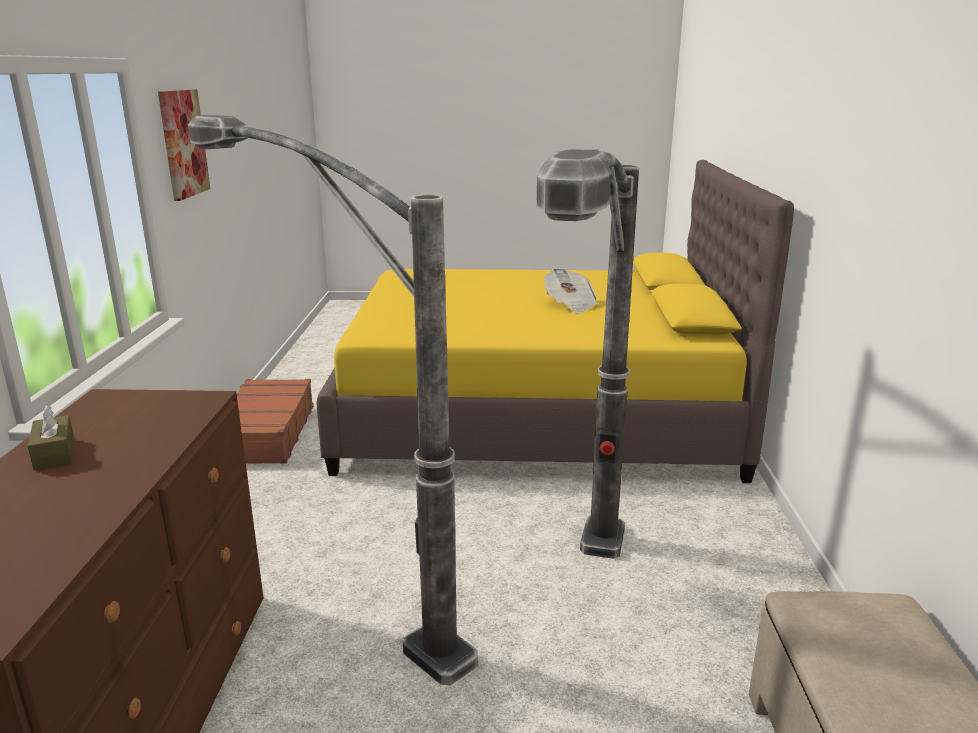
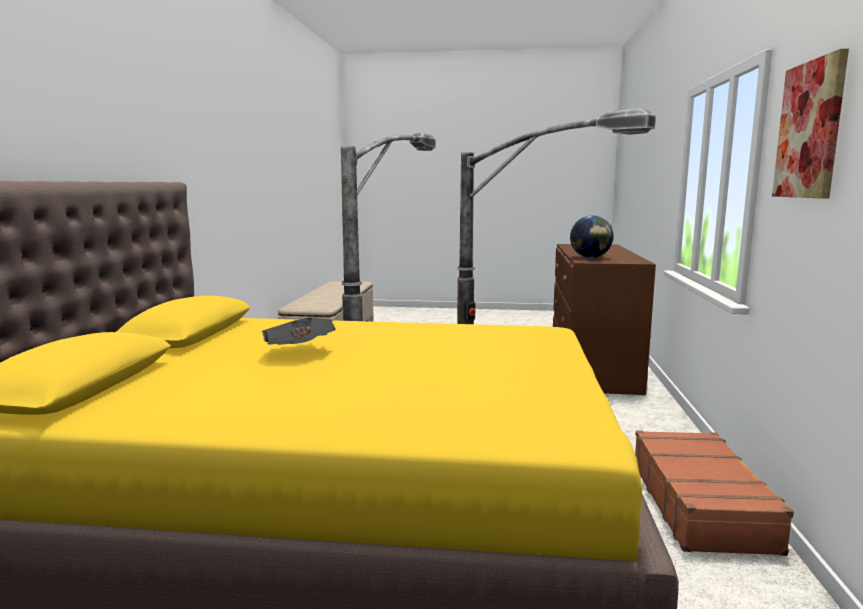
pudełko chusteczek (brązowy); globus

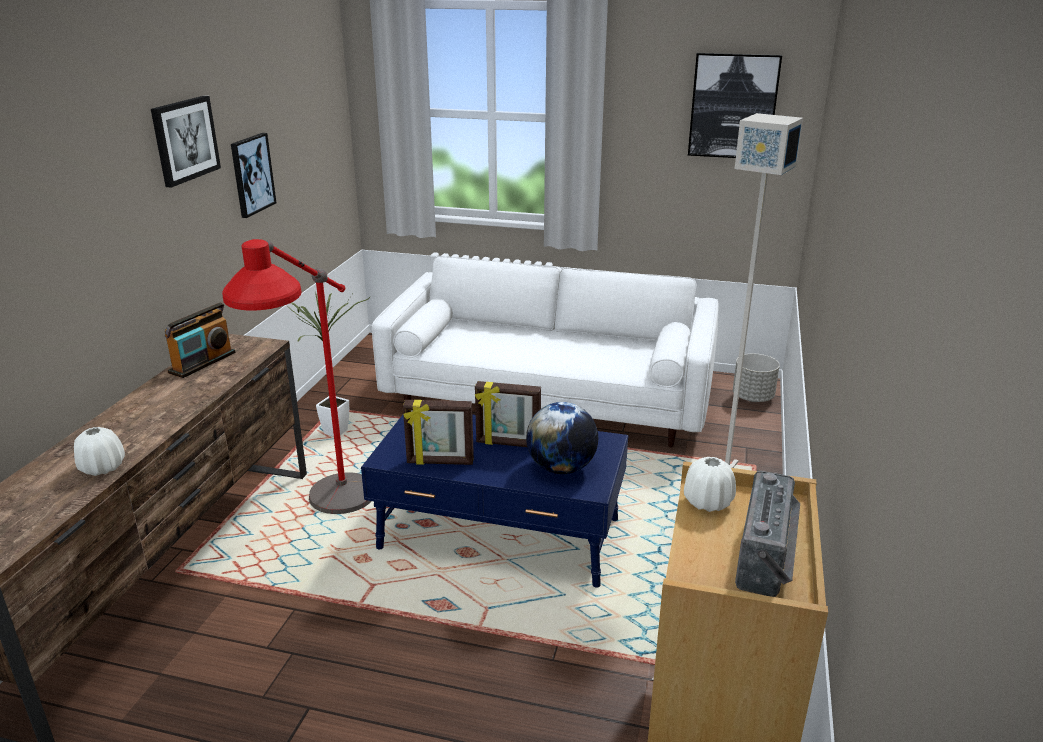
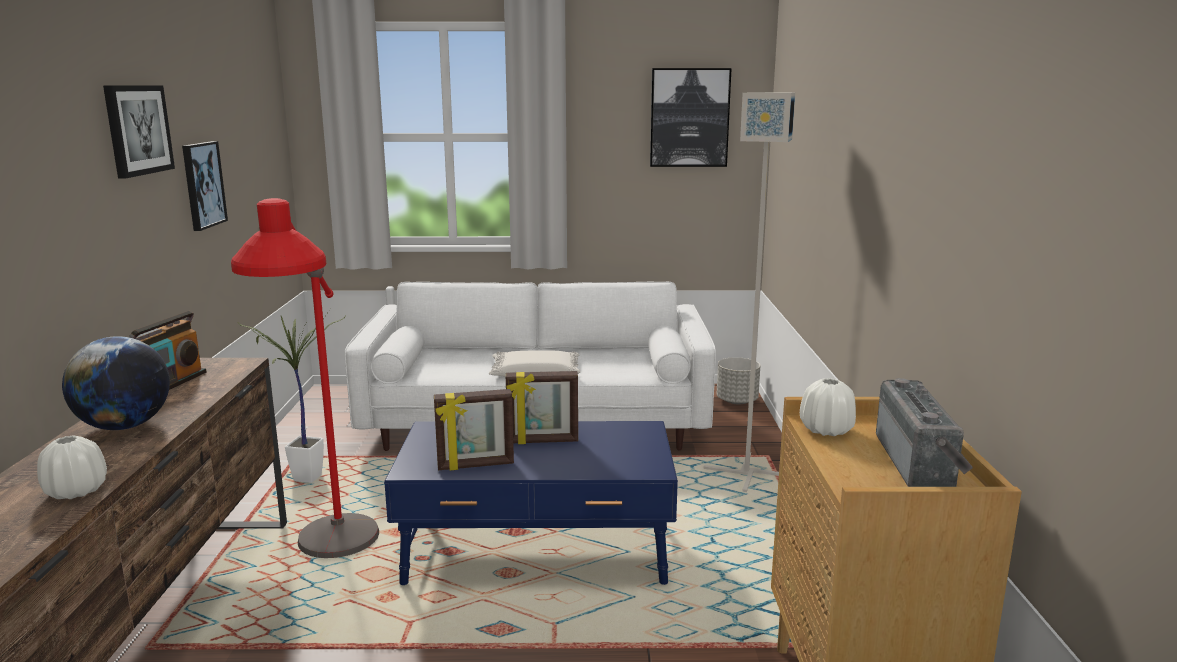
globus; poduszka (biały)

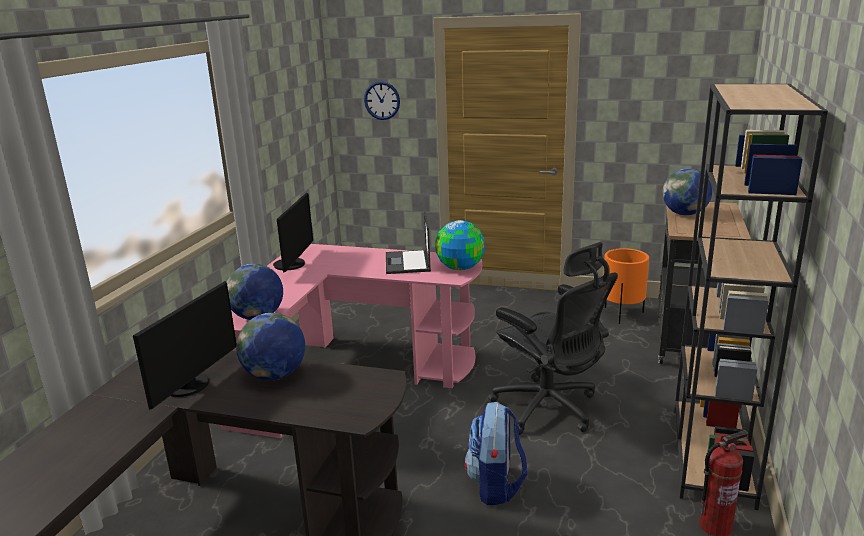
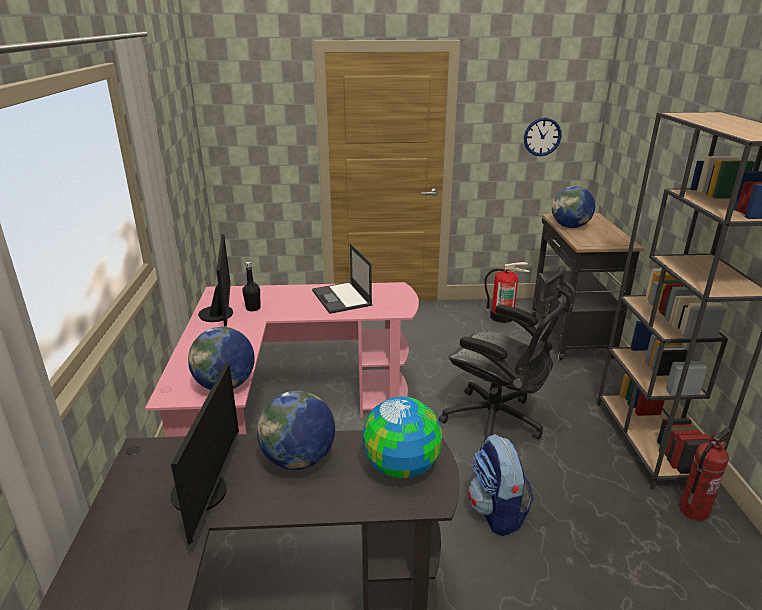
zegar ścienny; globus (3rd from left); gaśnica (1st from left); butelka (czarny)

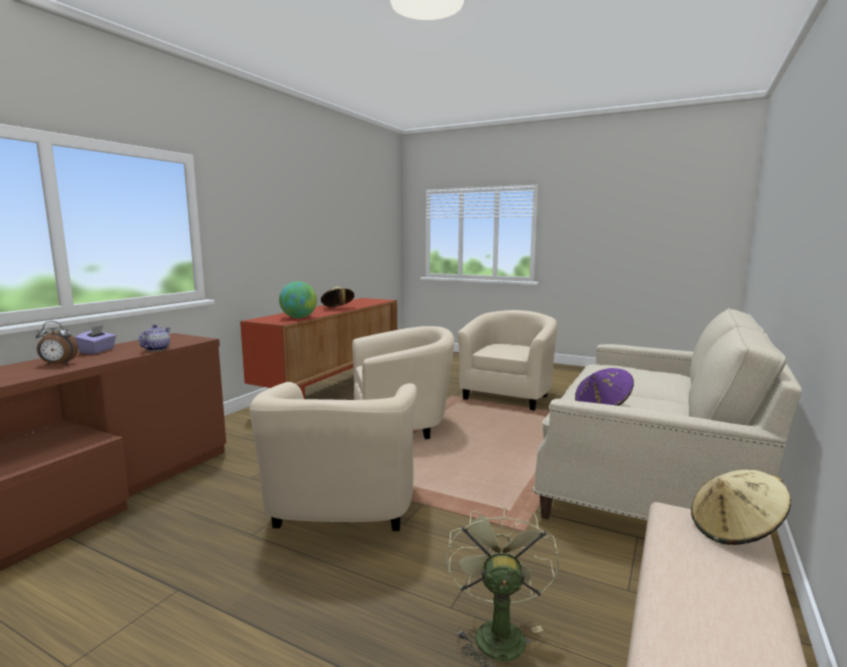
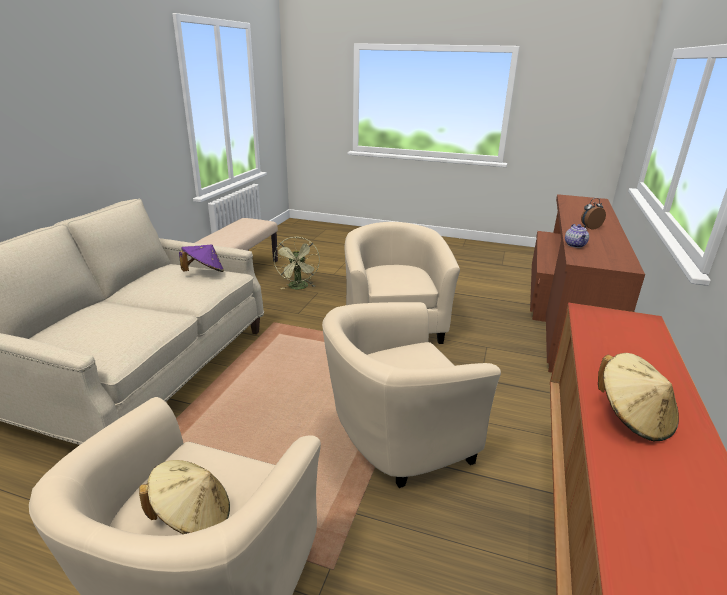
pudełko chusteczek (fioletowy); globus; kapelusz (beżowy) (1st from left)

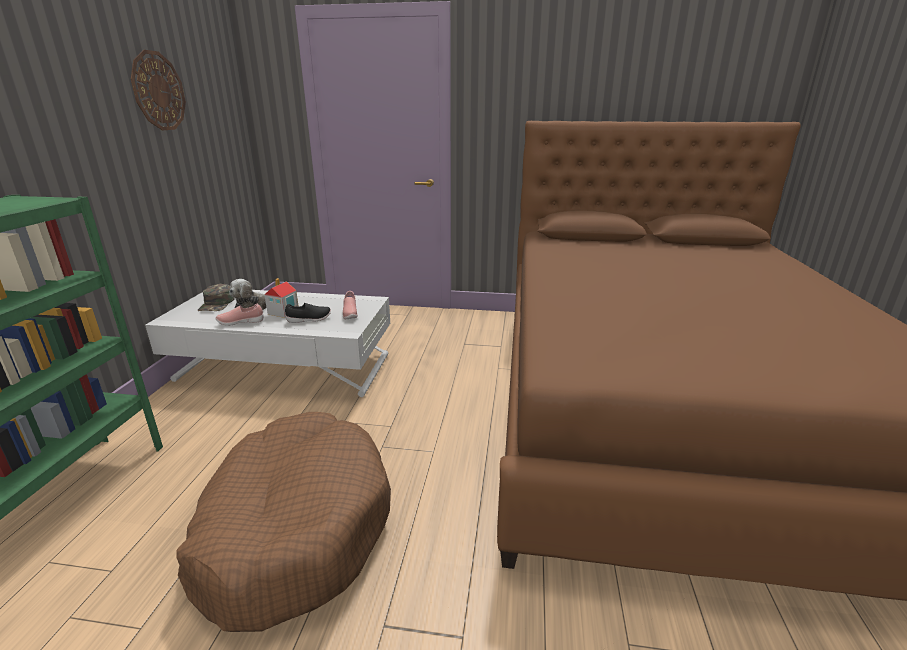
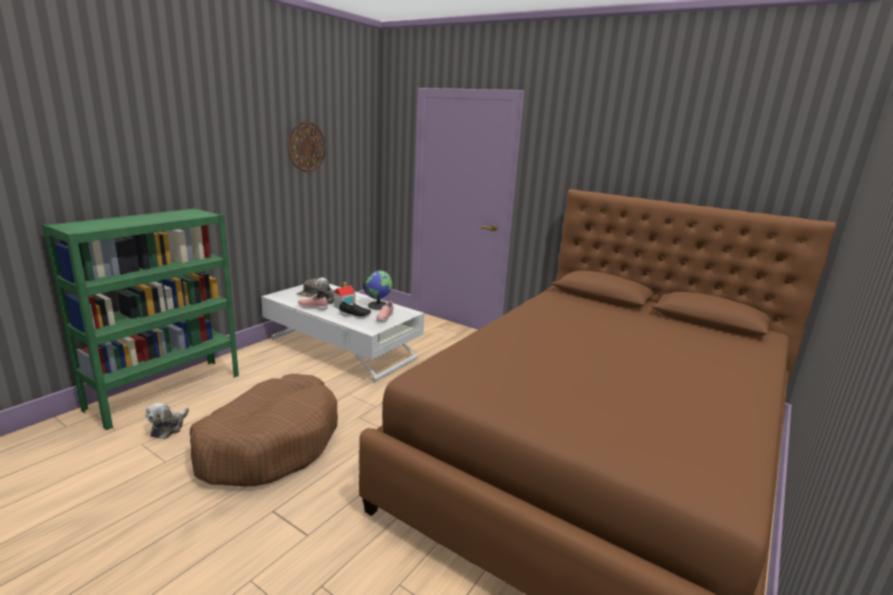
pluszak (1st from left); globus

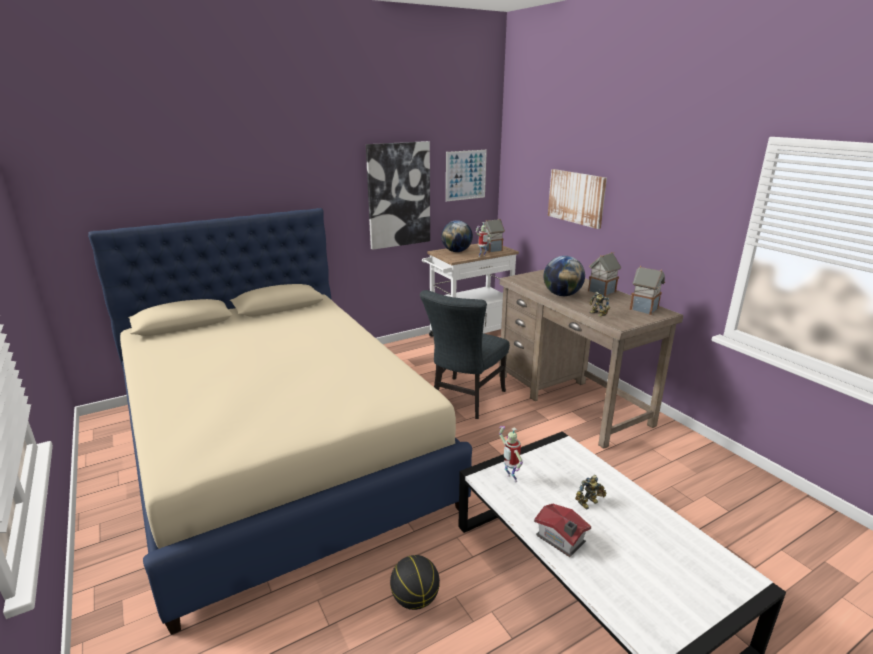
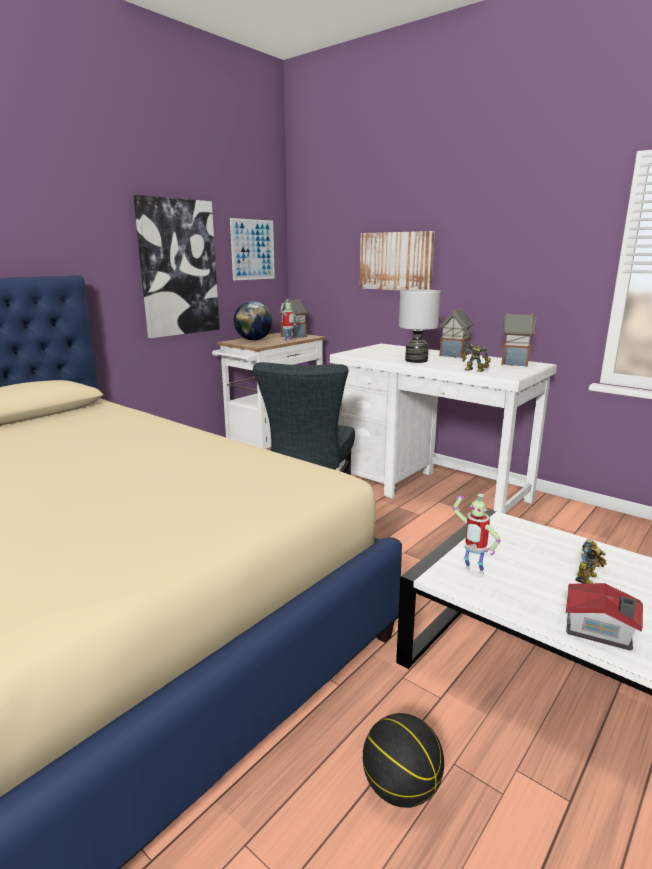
biurko (biały); lampa stołowa (szary)

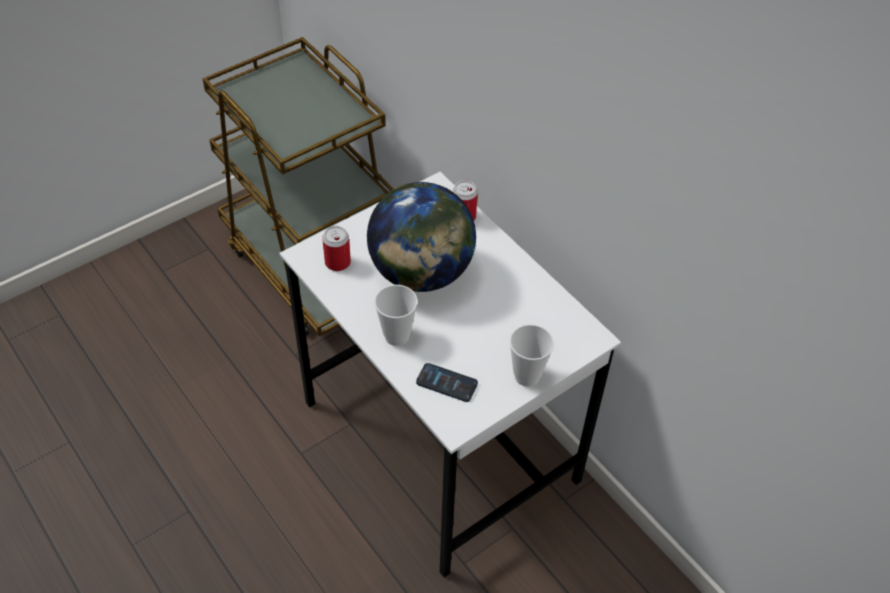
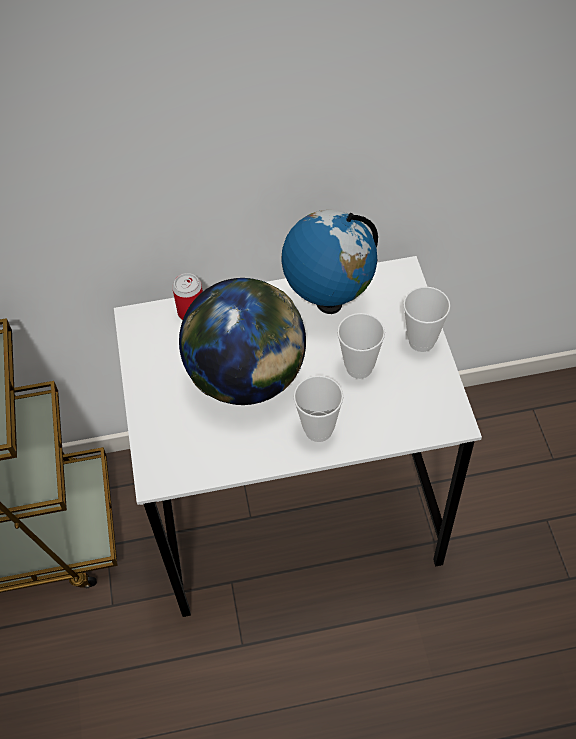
puszka (1st from left in the first image); telefon; globus (2nd from left); filiżanka (2nd from left)

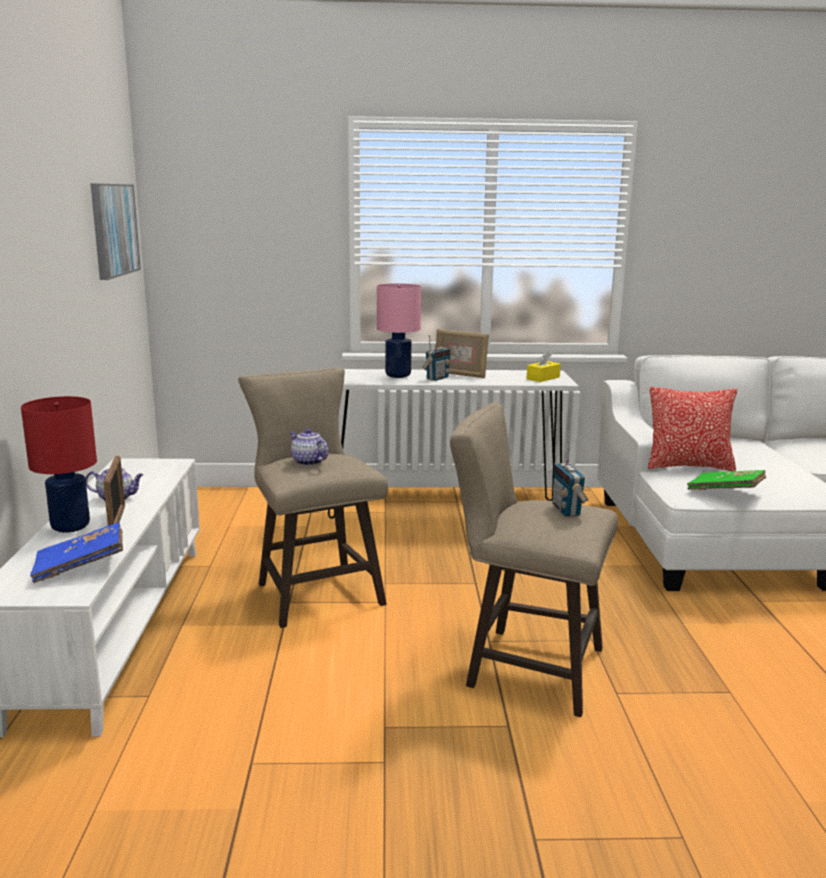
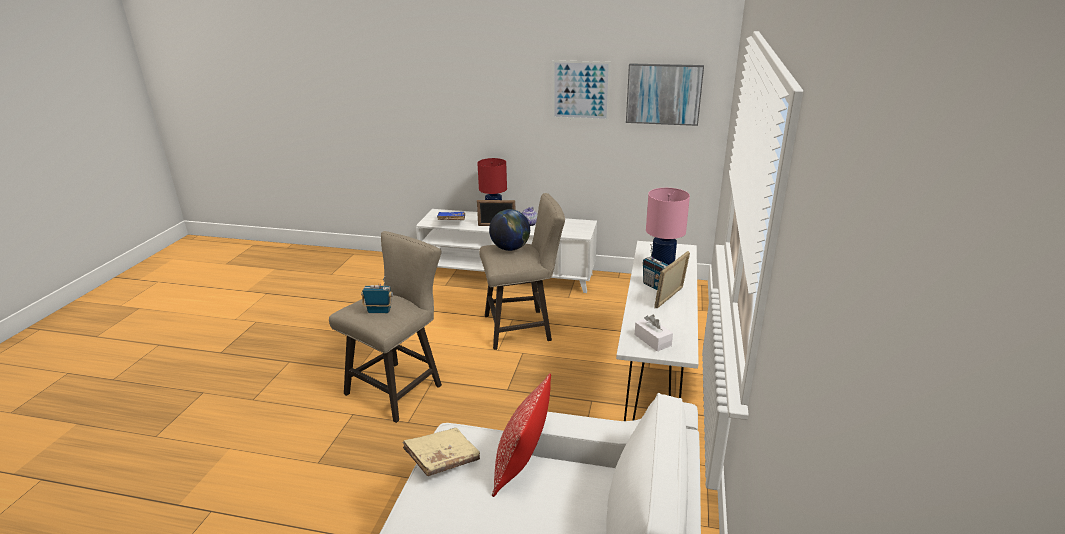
globus; pudełko chusteczek (biały); książka (beżowy); obraz (1st from left)

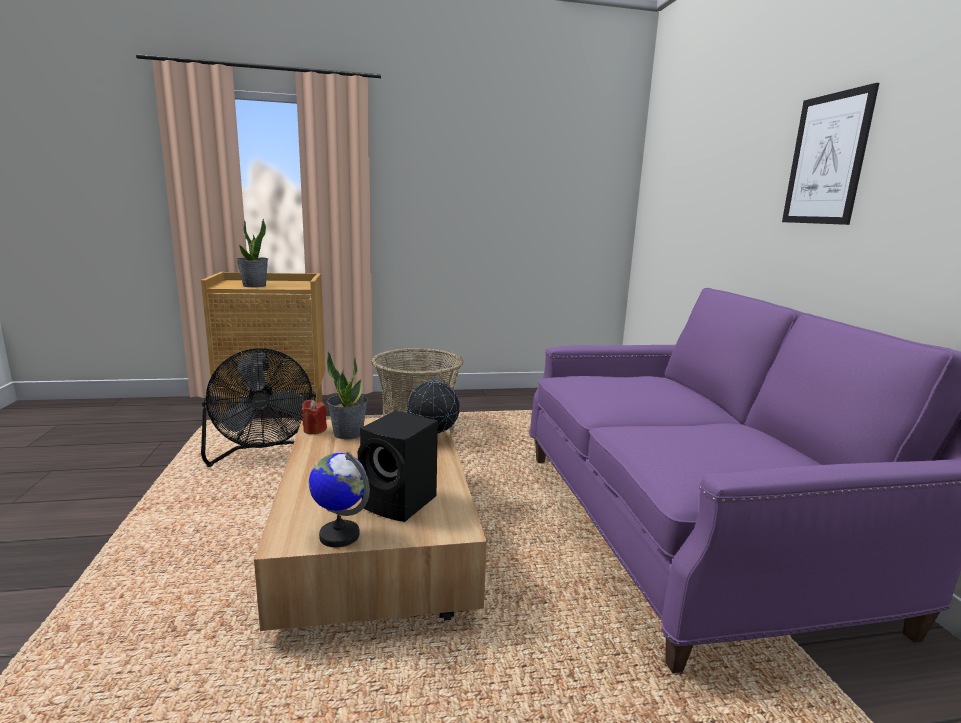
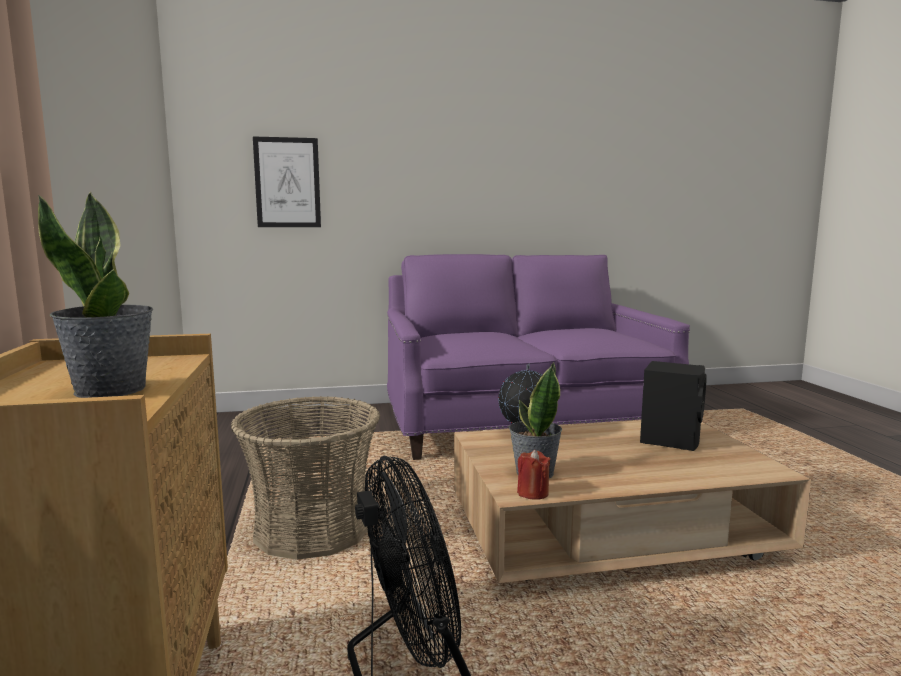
globus (1st from left in the first image); obraz

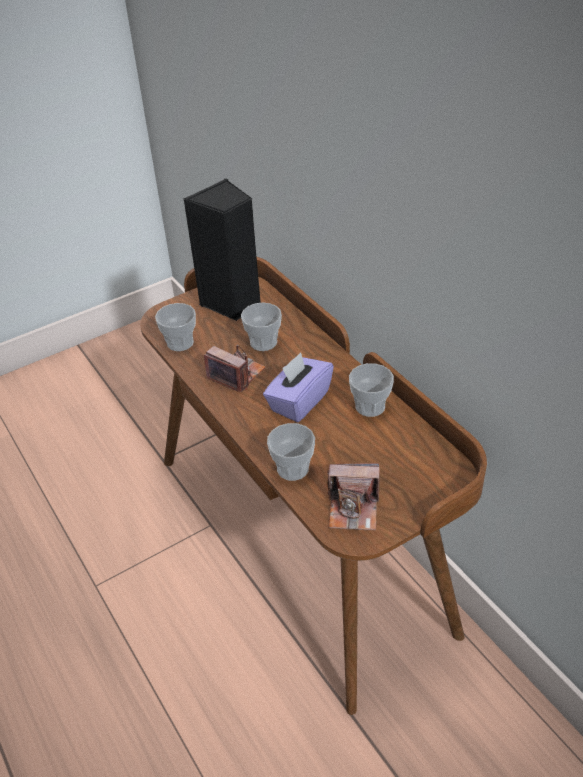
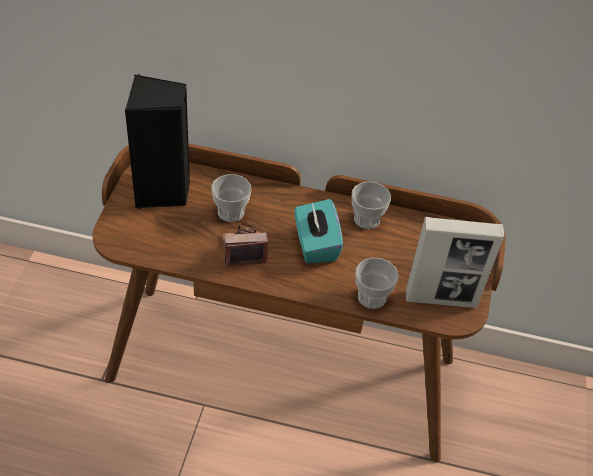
filiżanka (1st from left in the first image); pudełko chusteczek (turkusowy); ramka na zdjęcie

